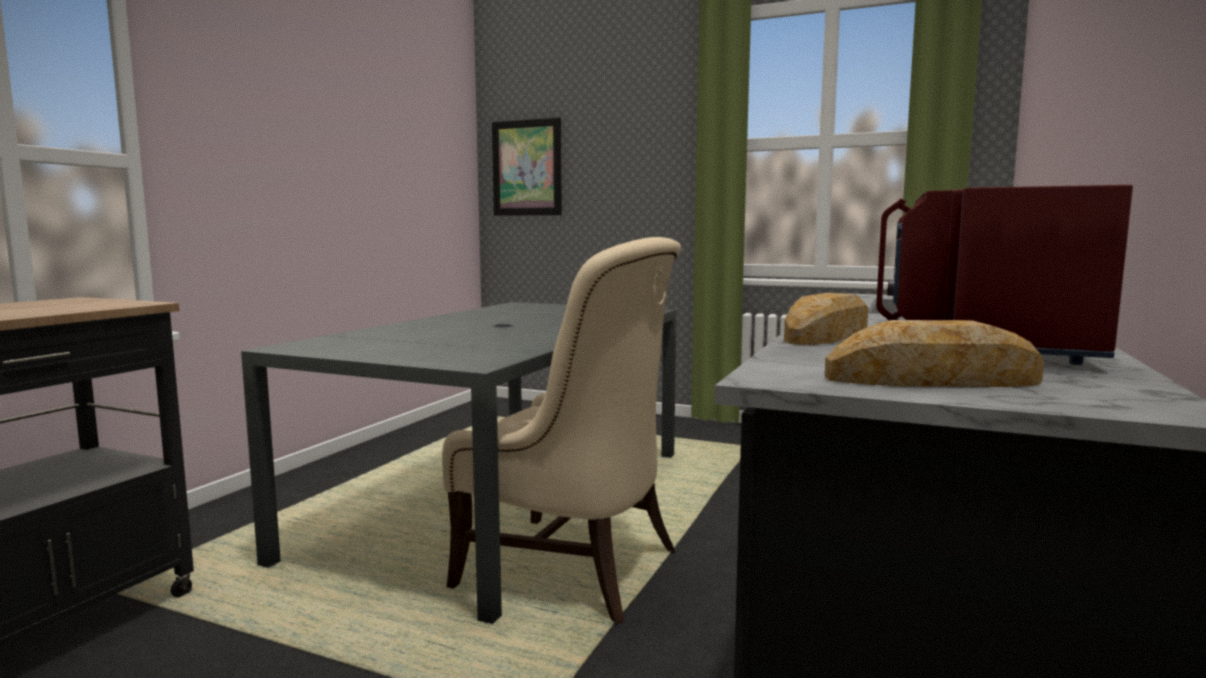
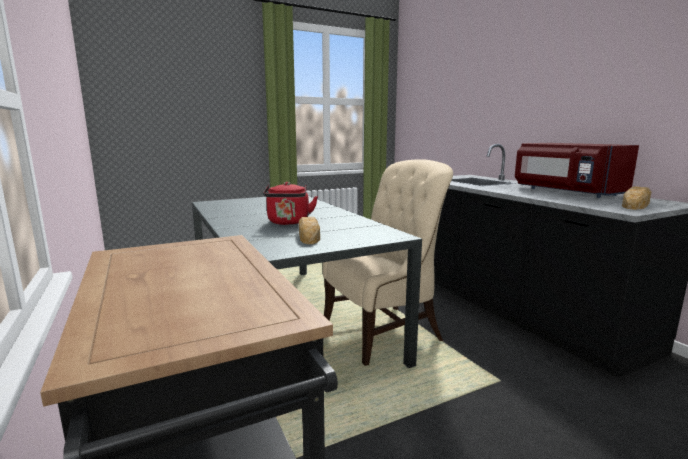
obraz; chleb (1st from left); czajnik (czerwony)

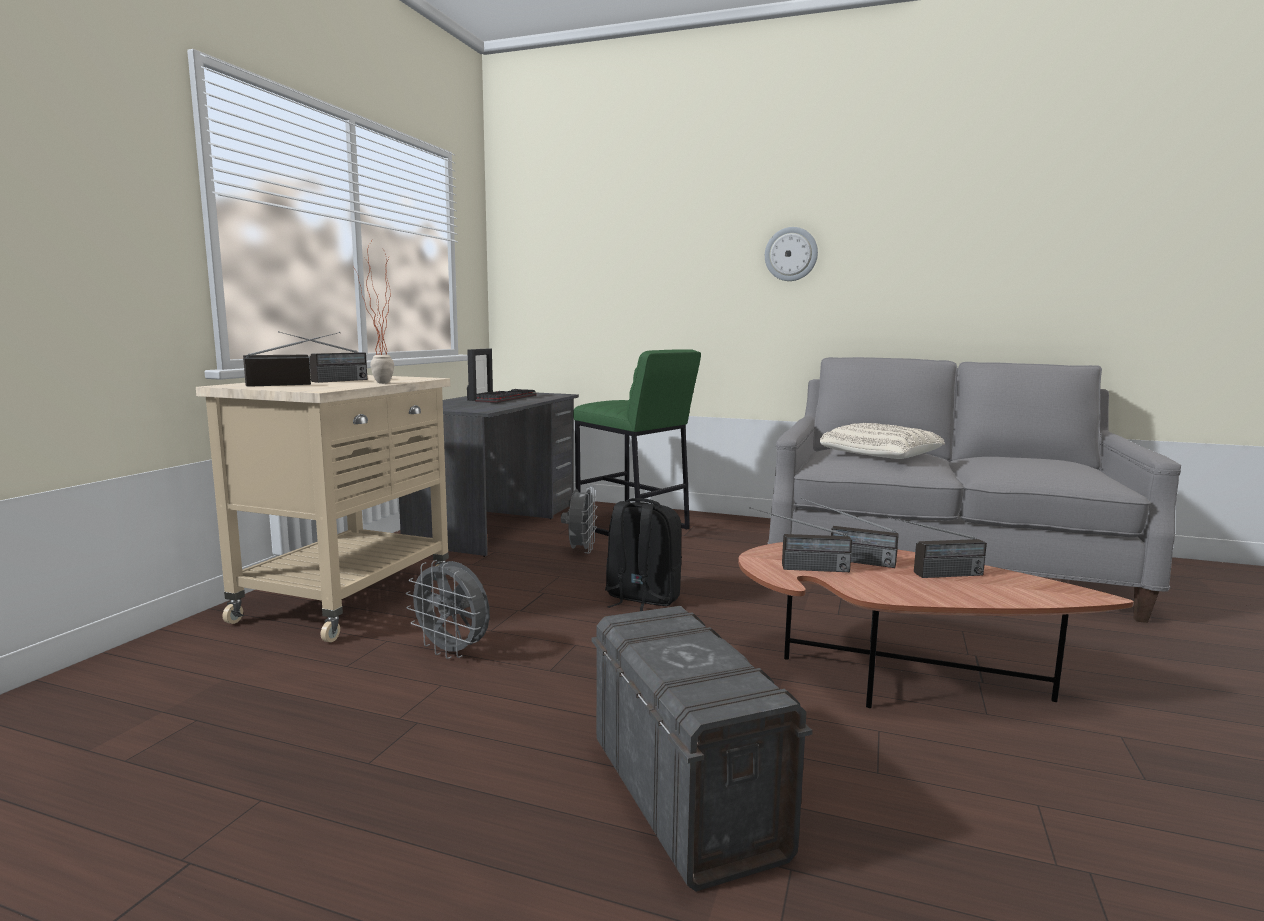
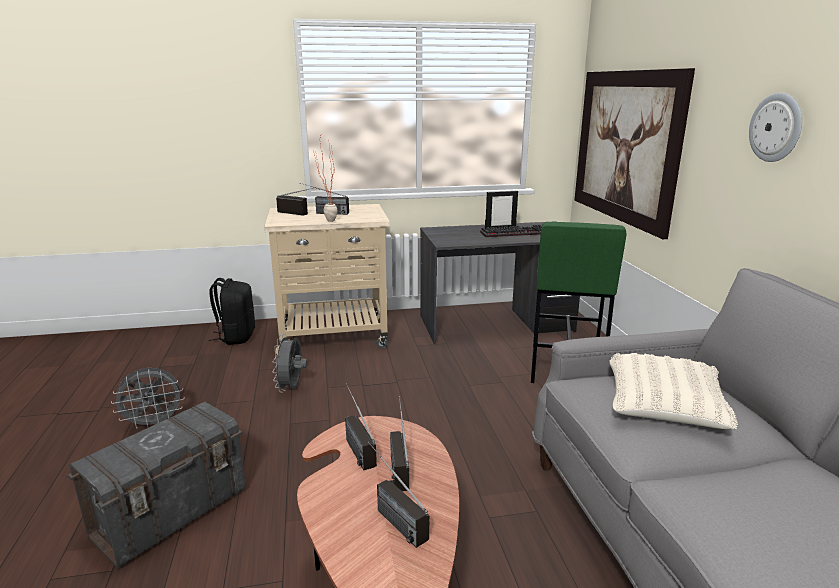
wentylator (szary) (1st from left); plecak (czarny); obraz

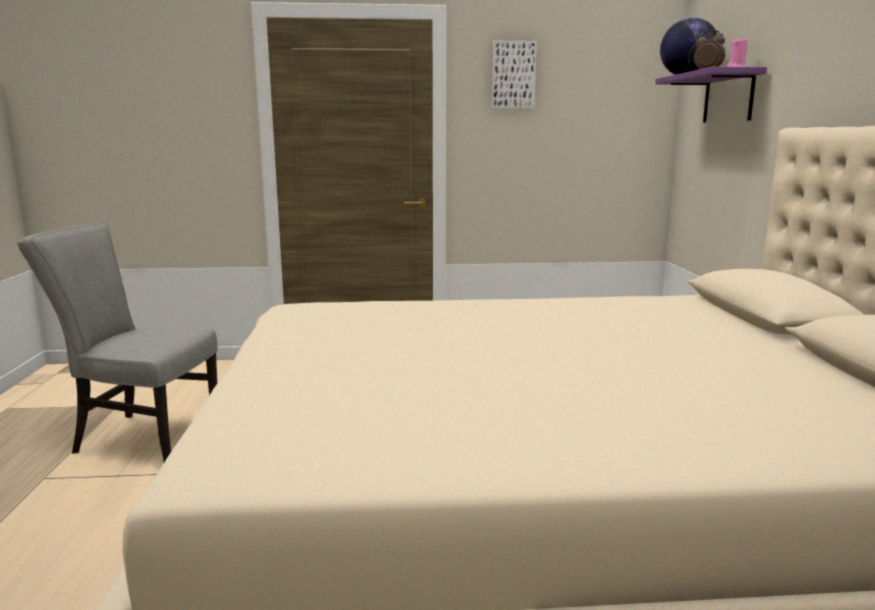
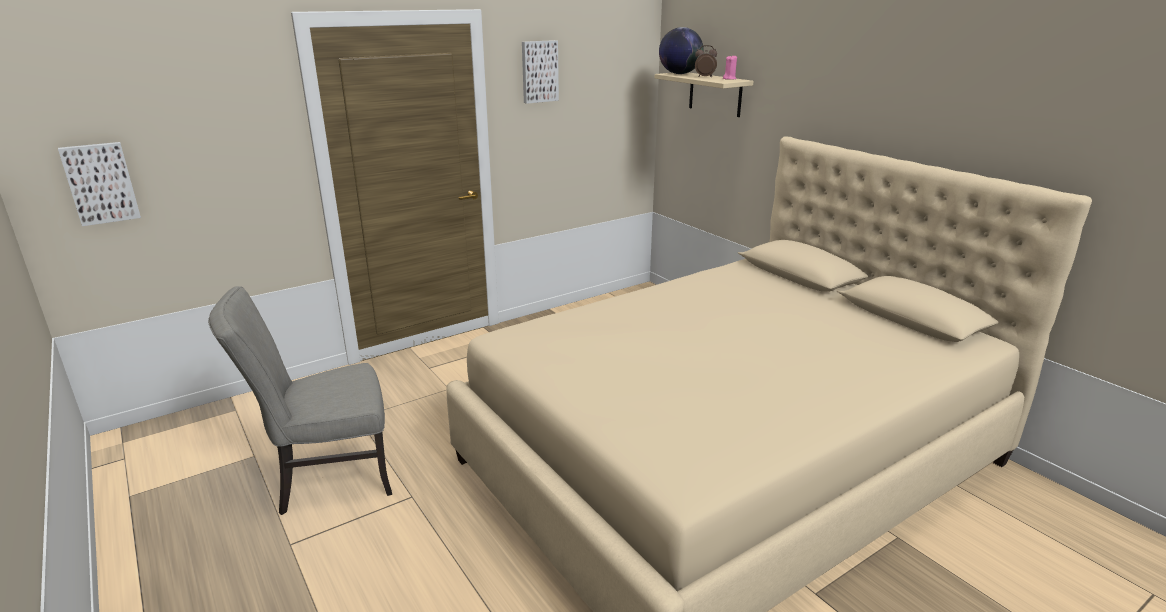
półka (beżowy); obraz (1st from left)

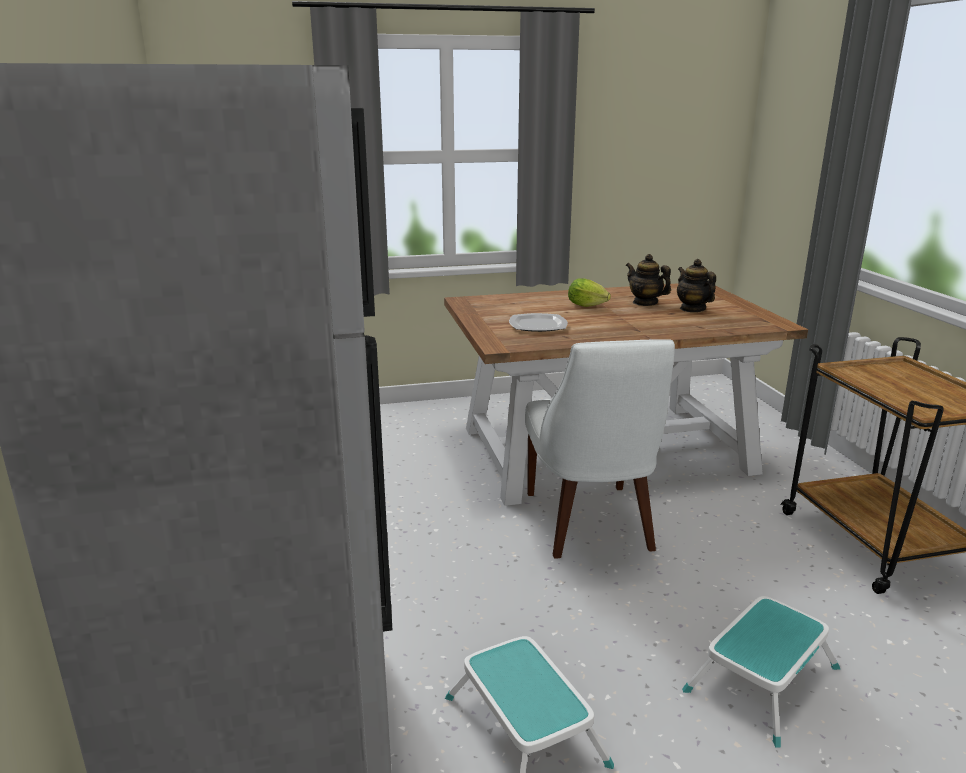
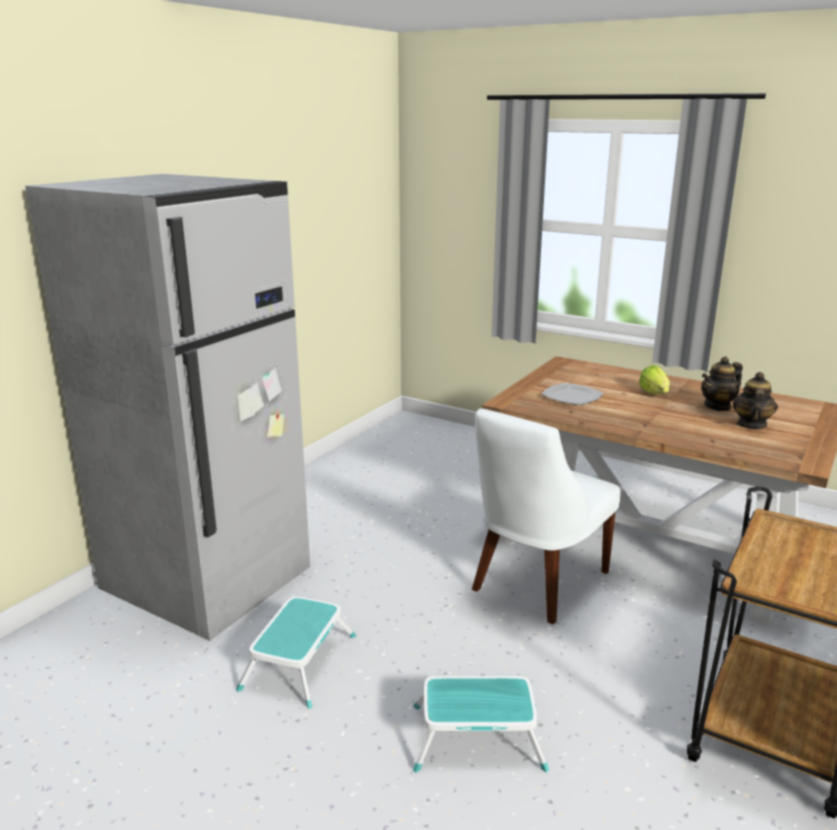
imbryk (1st from left)

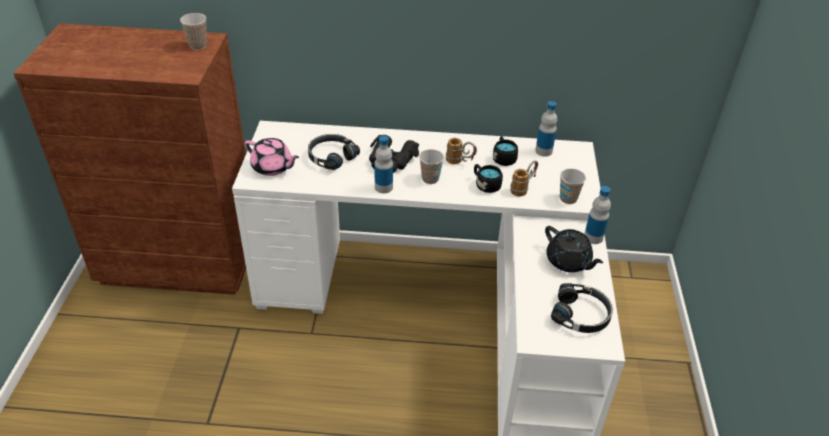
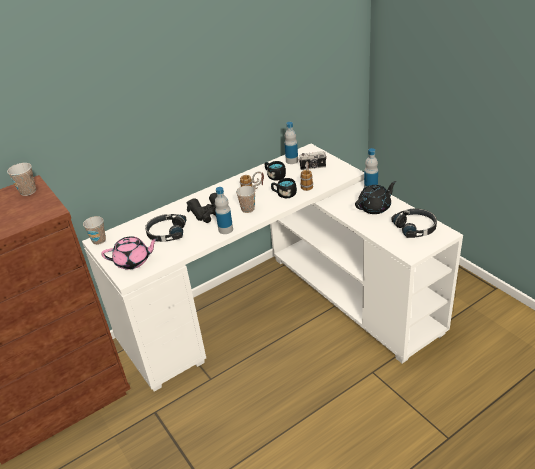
imbryk (czarny); filiżanka (2nd from left); aparat fotograficzny

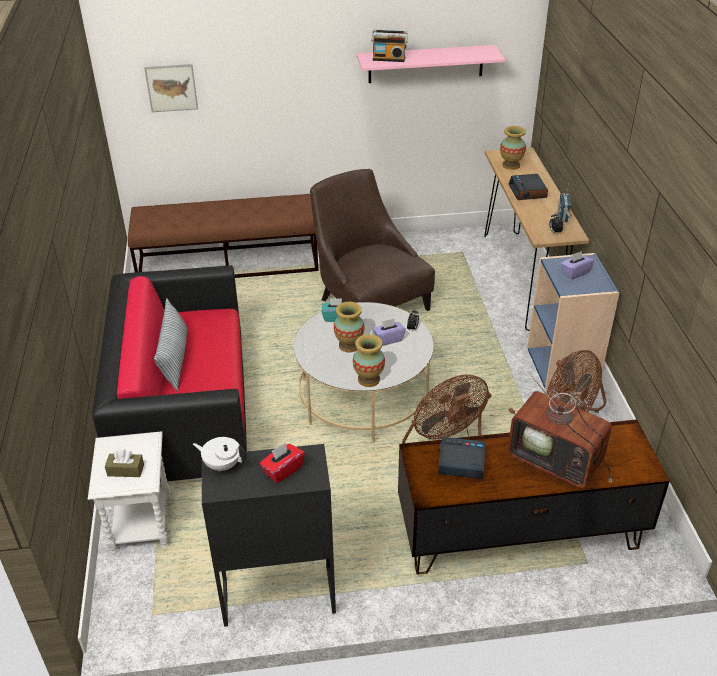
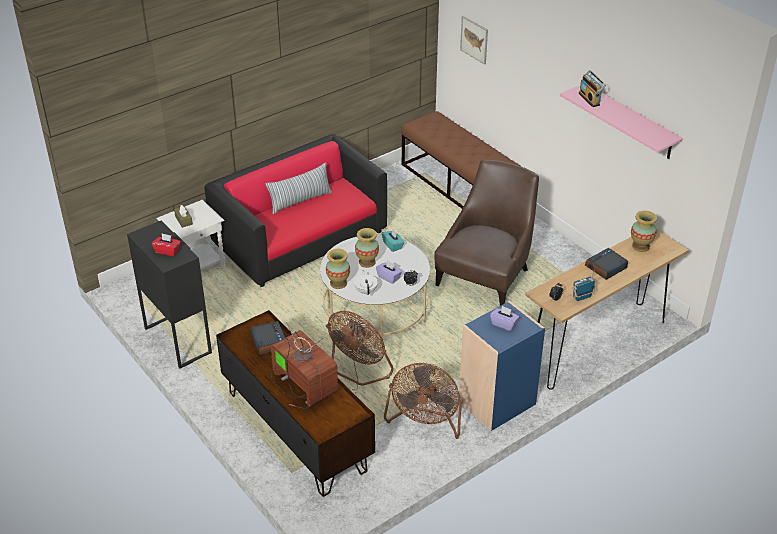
imbryk (biały); telewizor

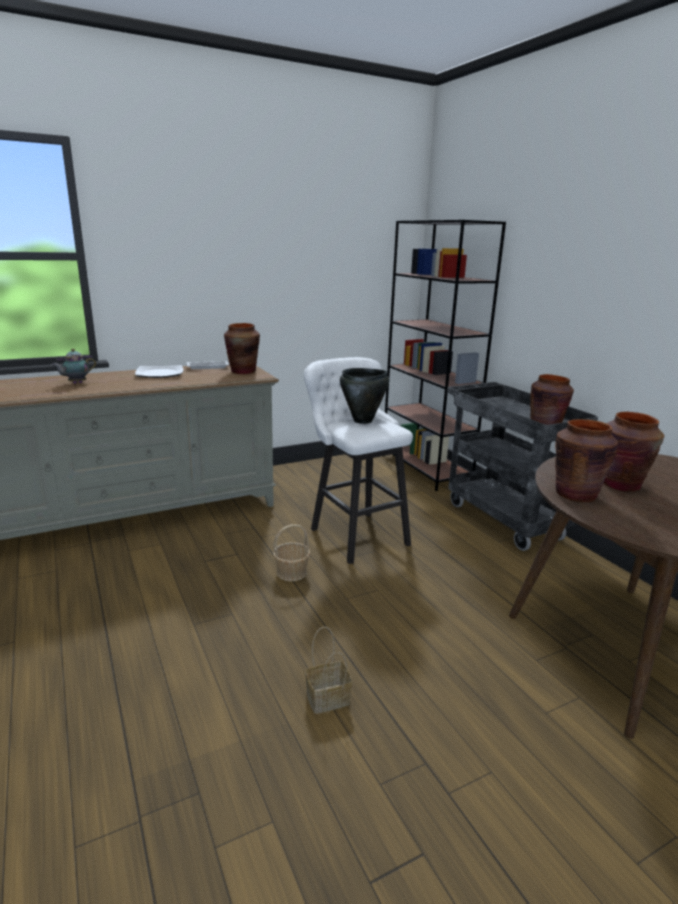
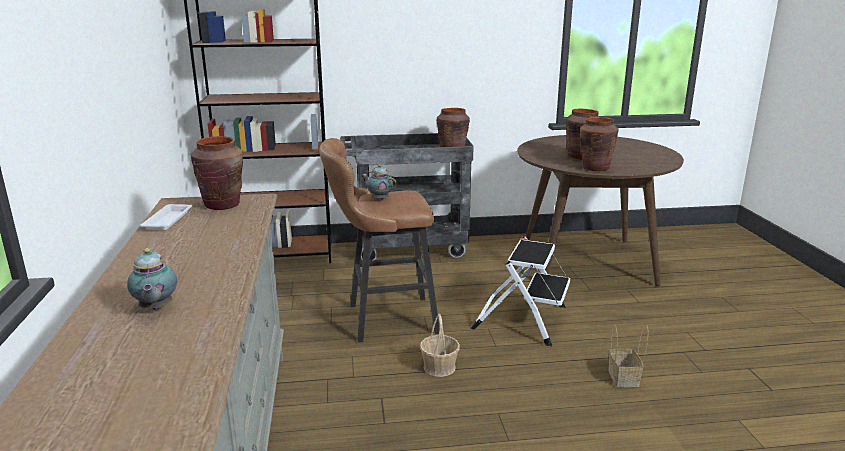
talerz; stołek (brązowy); imbryk (2nd from left); drabinka

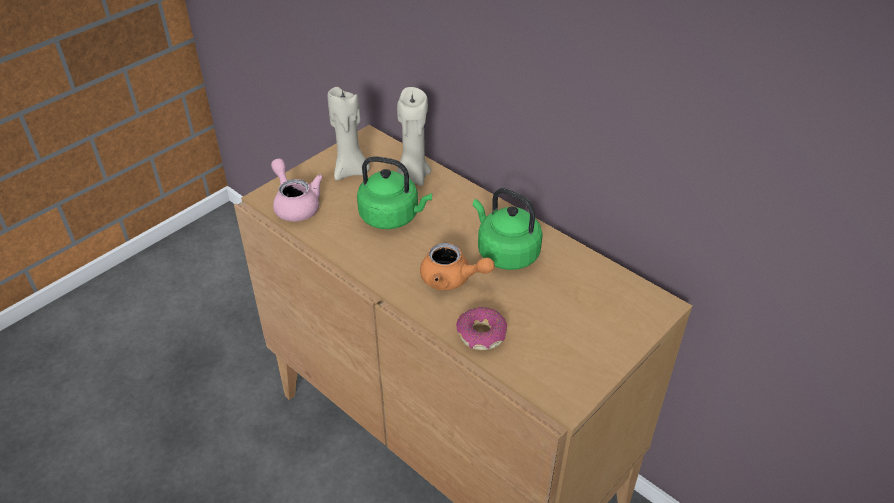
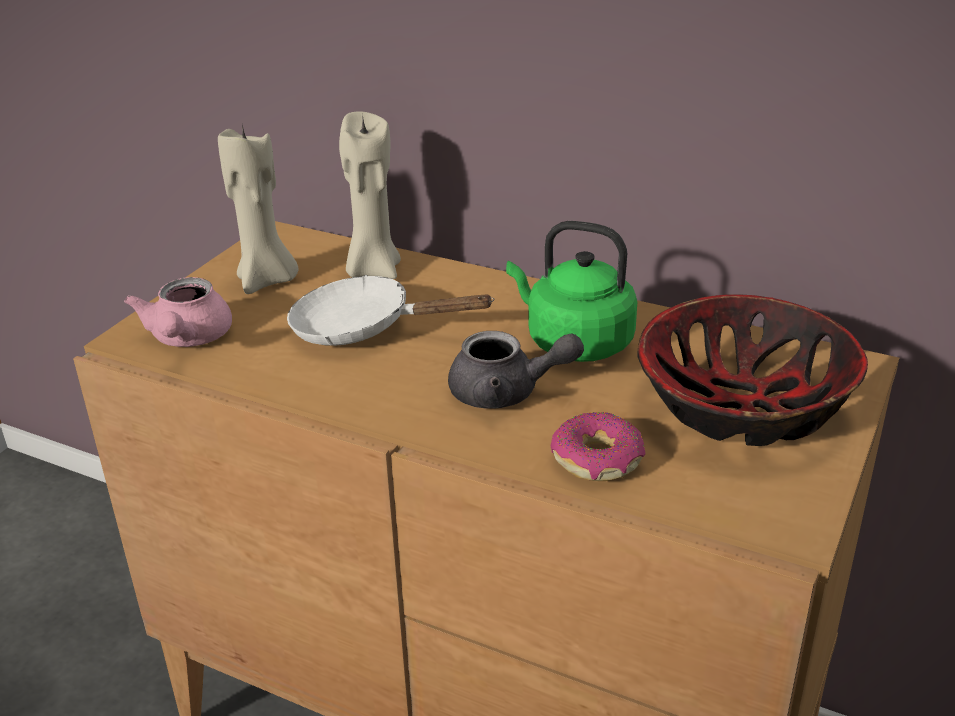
imbryk (różowy); patelnia (biały); imbryk (szary); miska

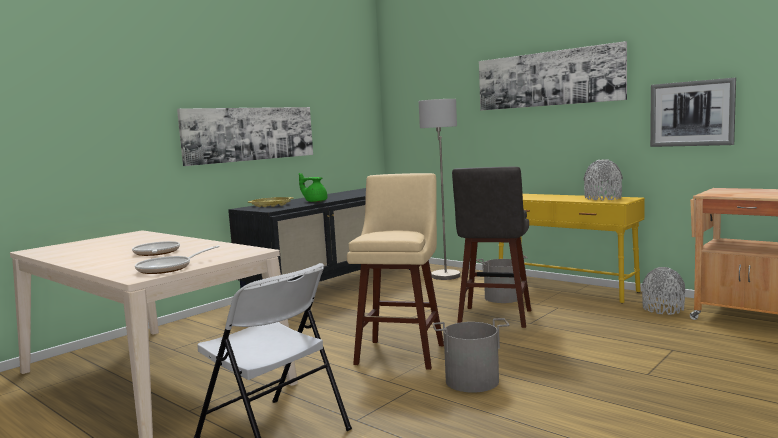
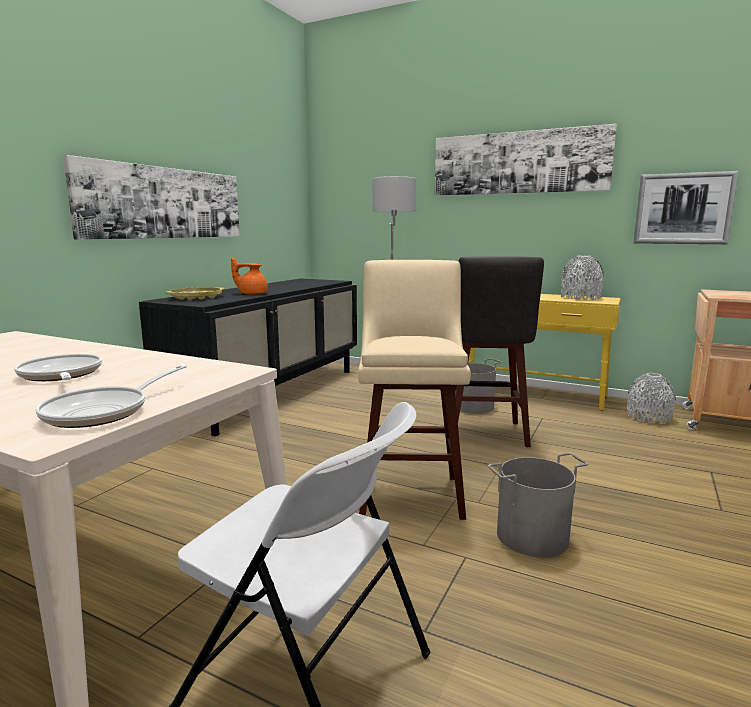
imbryk (pomarańczowy)

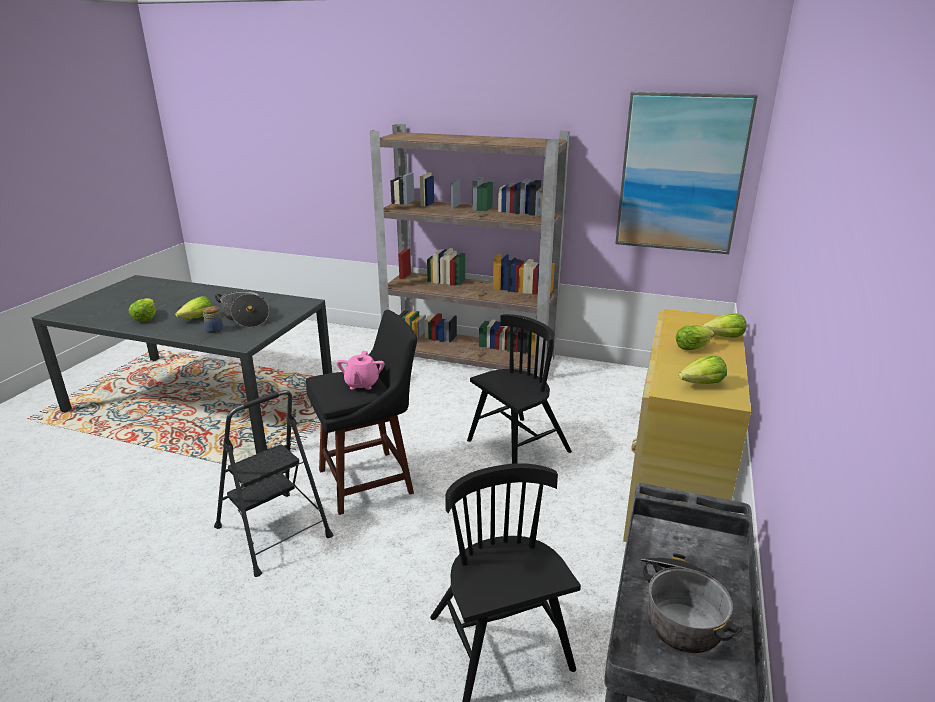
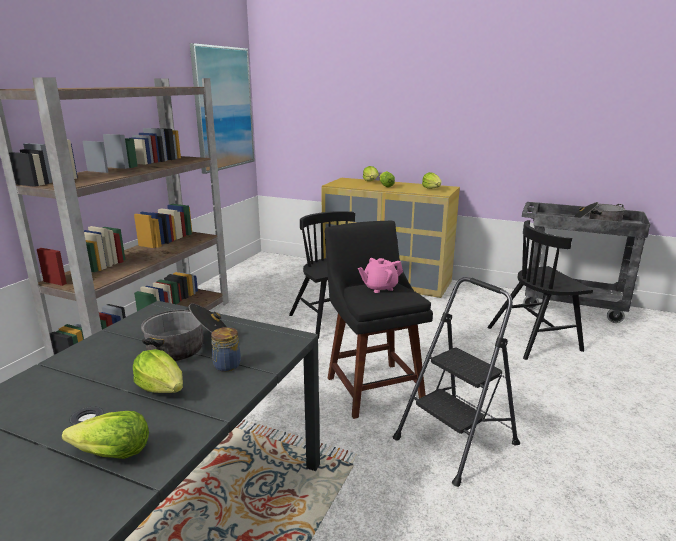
imbryk (różowy)

